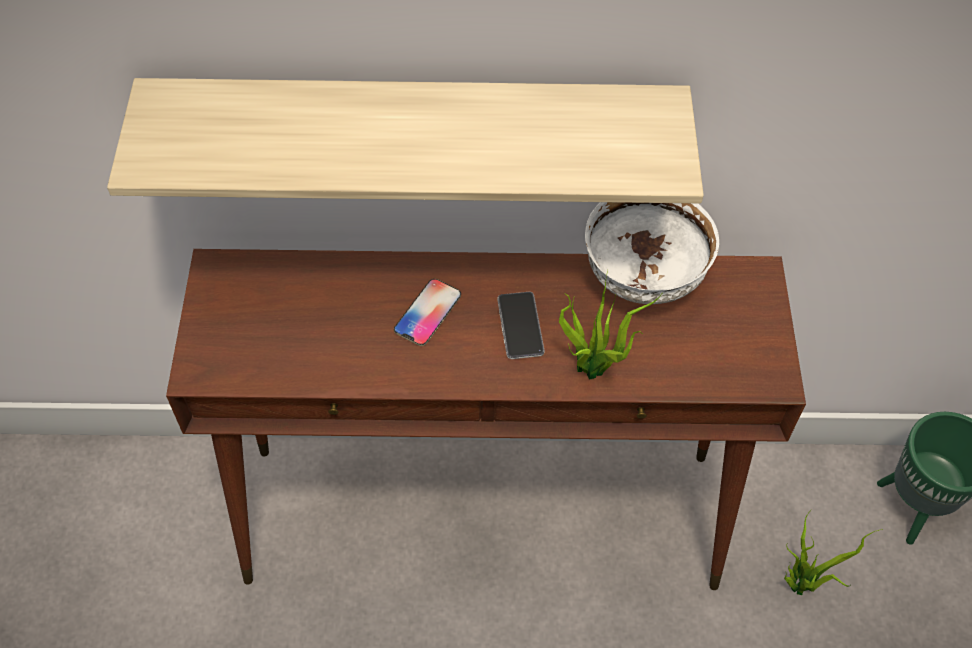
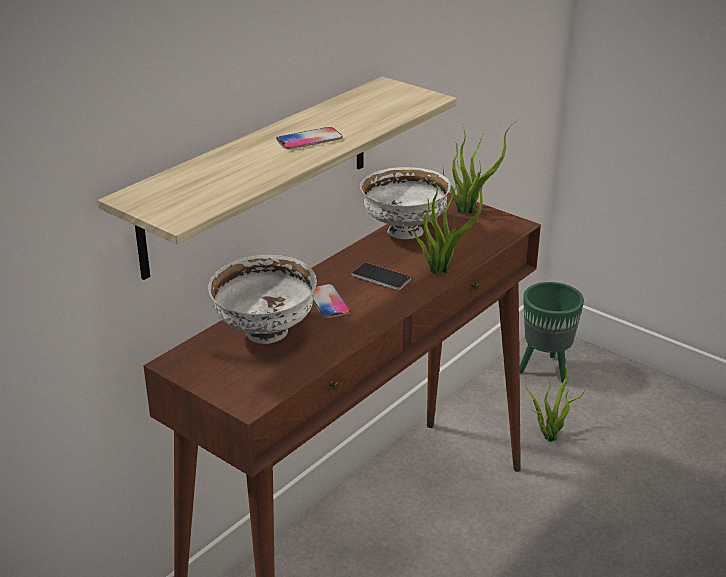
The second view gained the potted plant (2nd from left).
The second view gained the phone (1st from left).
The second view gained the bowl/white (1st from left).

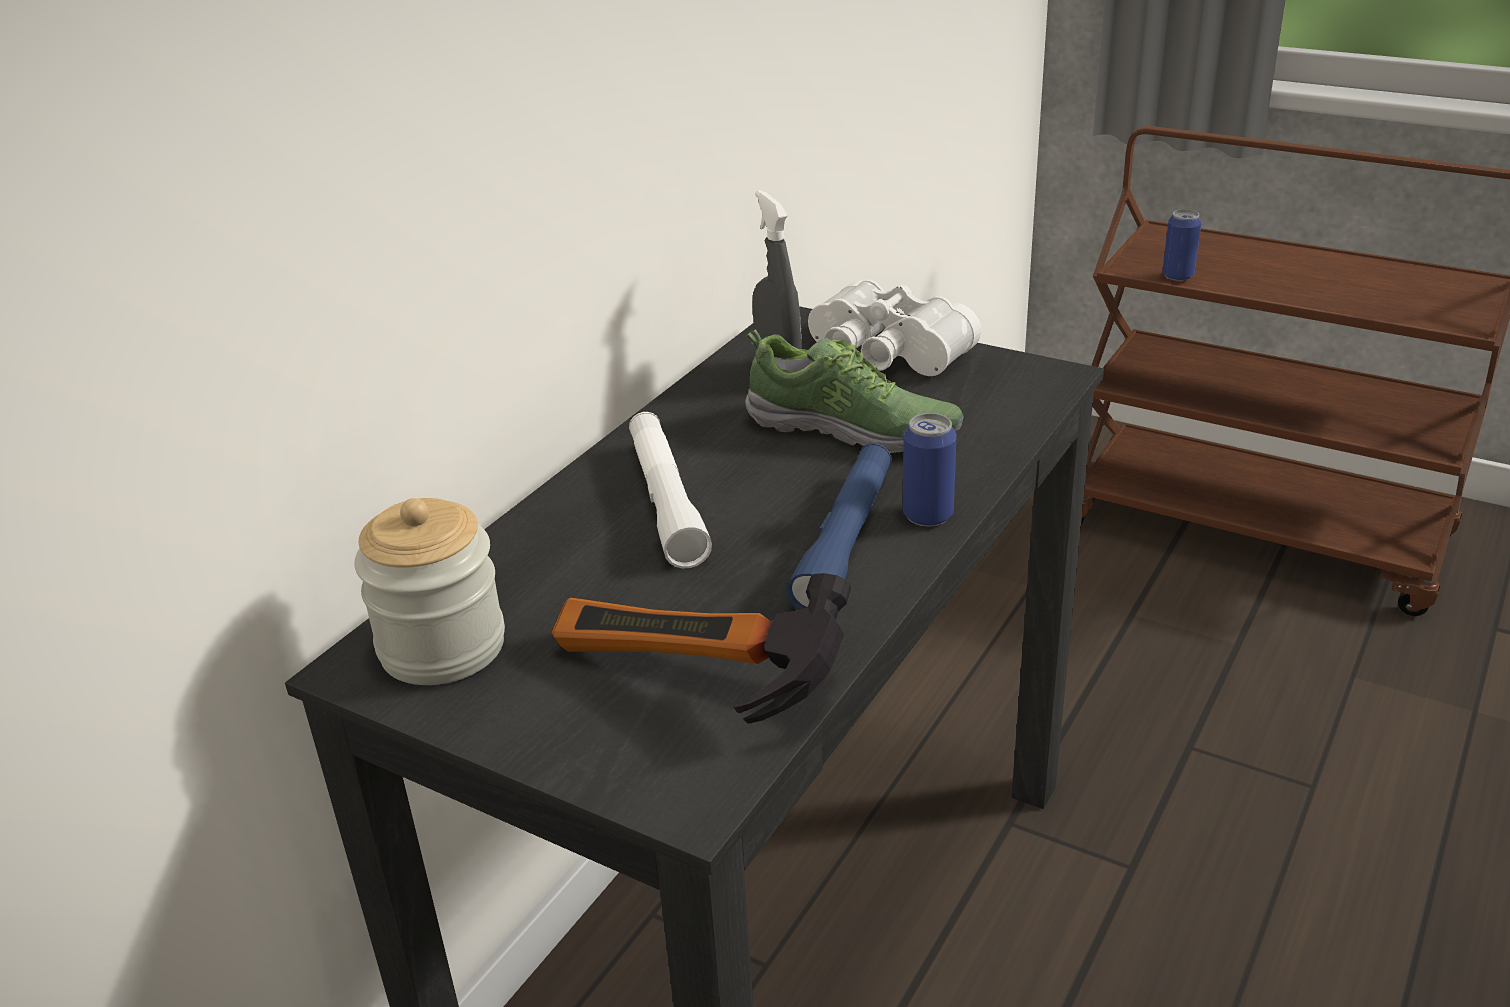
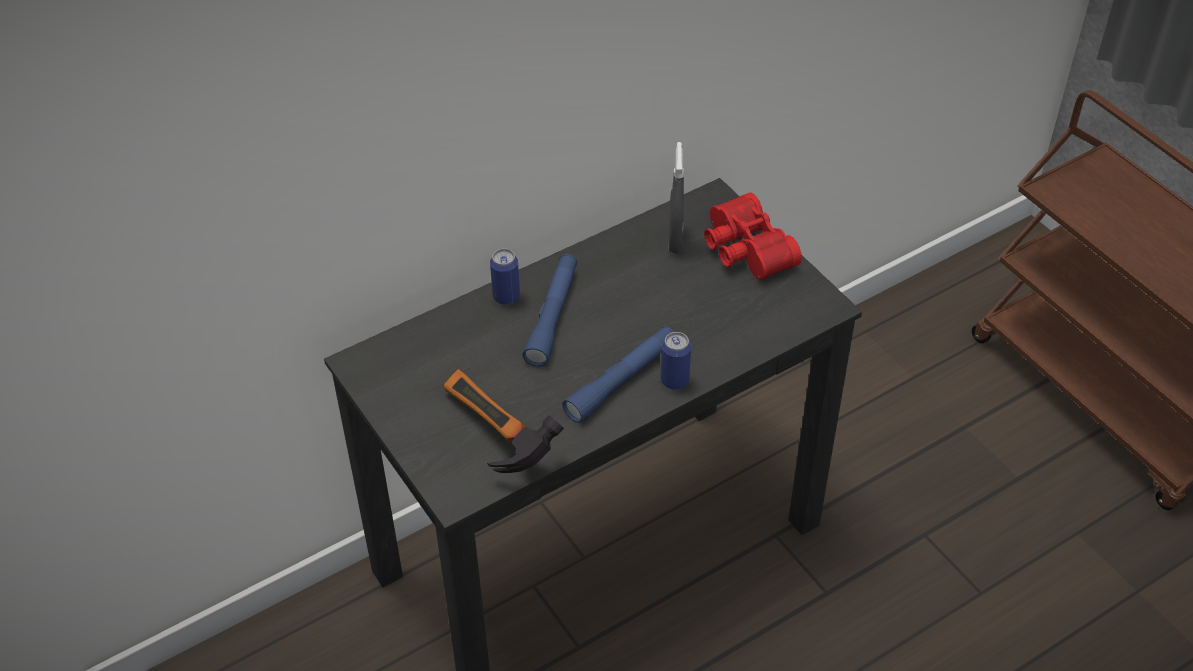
The can (2nd from left in the first image) ended up elsewhere.
What was the binoculars/white turned into the binoculars/red.
The second view lost the shoe.
What was the flashlight/white turned into the flashlight/blue (1st from left).
The second view lost the jar.

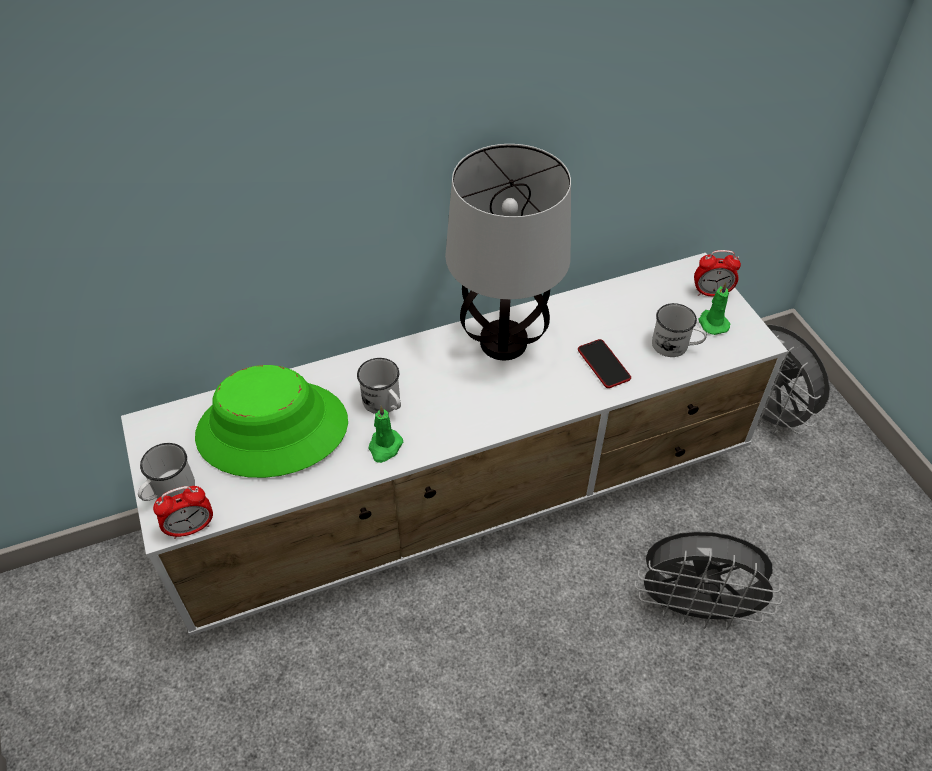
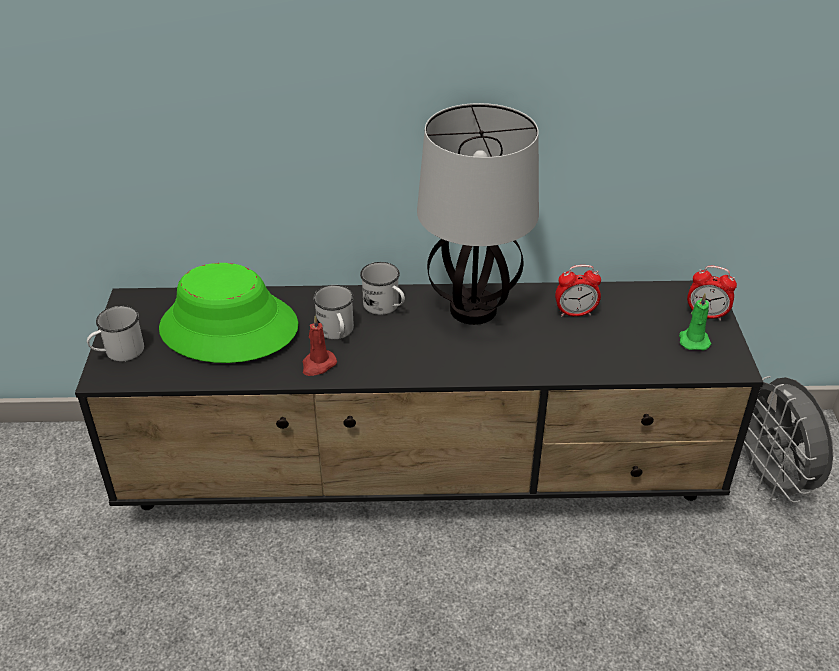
What was the tv stand/white turned into the tv stand/black.
The mug/white (3rd from left) ended up elsewhere.
The second view lost the phone.
What was the candle/green (1st from left) turned into the candle/red.
The alarm clock (1st from left) ended up elsewhere.
The second view lost the fan/grey (1st from left).

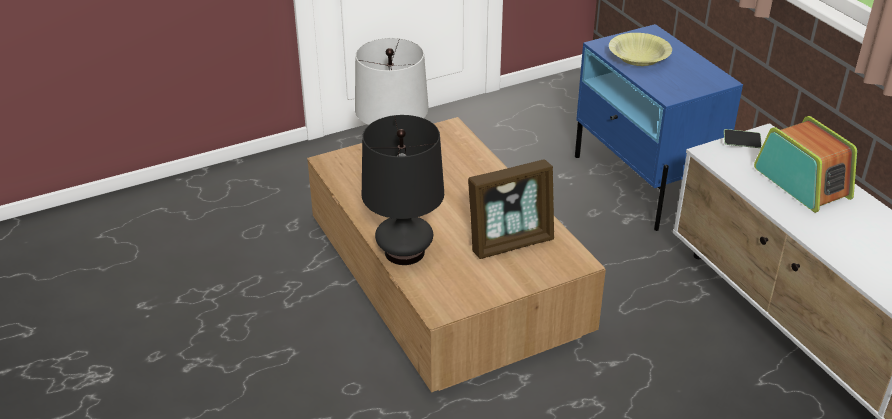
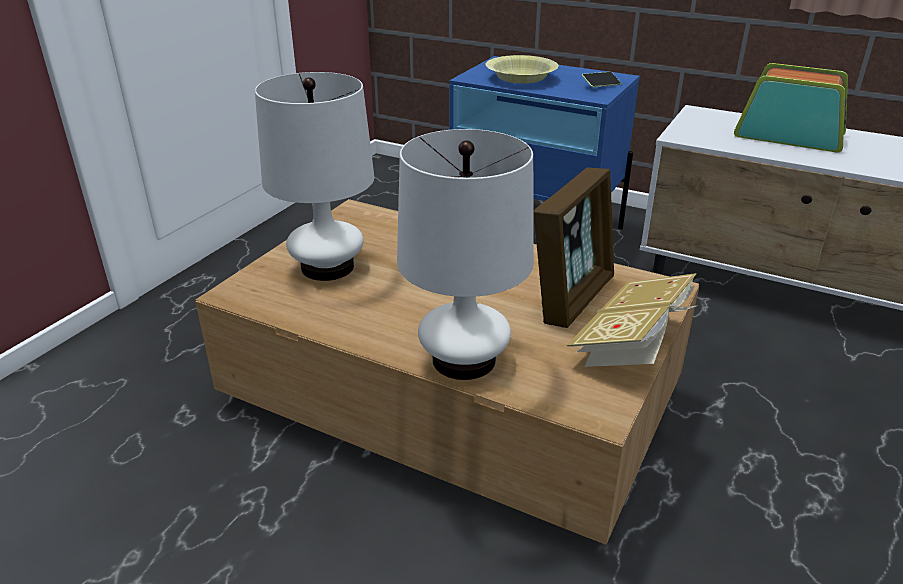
What was the table lamp/black turned into the table lamp/white (2nd from left).
The phone ended up elsewhere.
The second view gained the book.

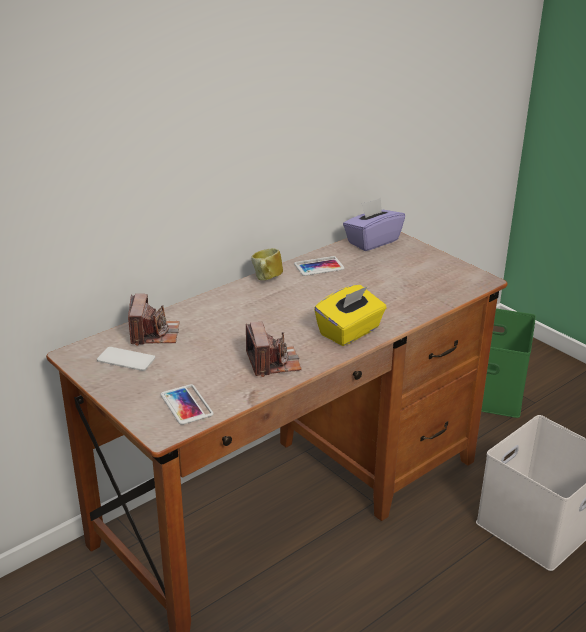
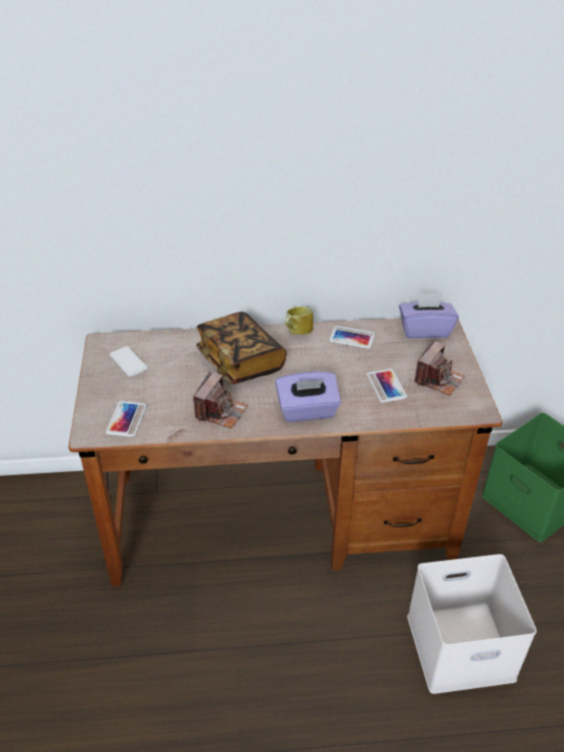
What was the tissue box/yellow turned into the tissue box/purple (1st from left).
The photo camera (1st from left in the first image) ended up elsewhere.
The second view gained the book.
The second view gained the phone (4th from left).

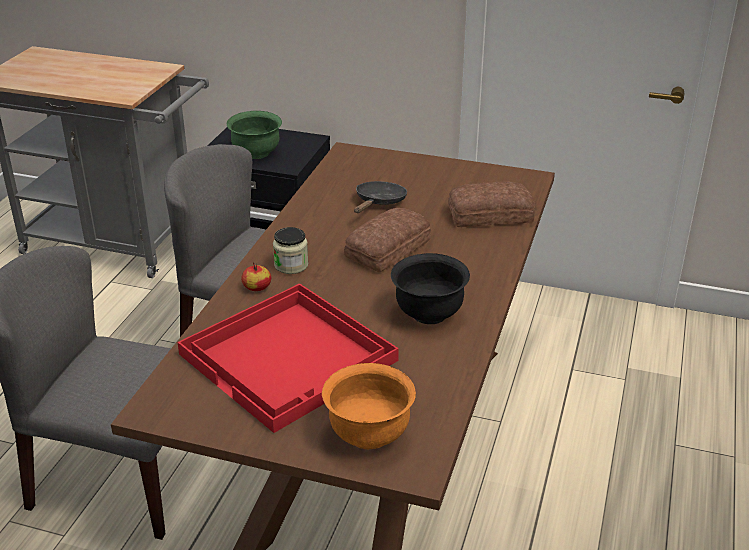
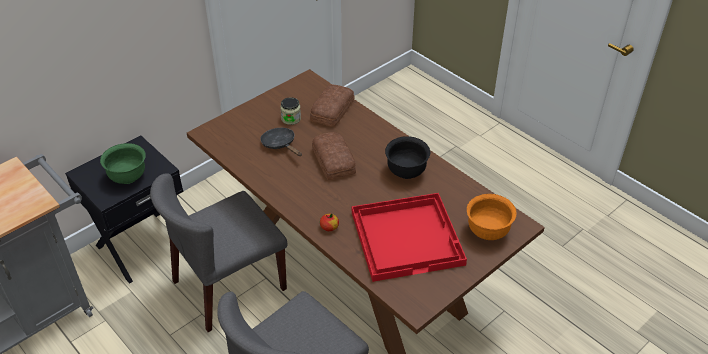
The jar ended up elsewhere.

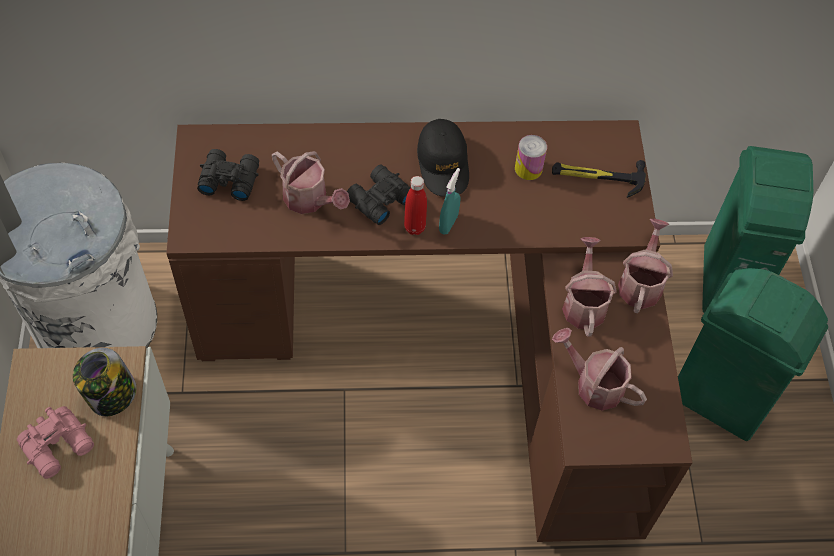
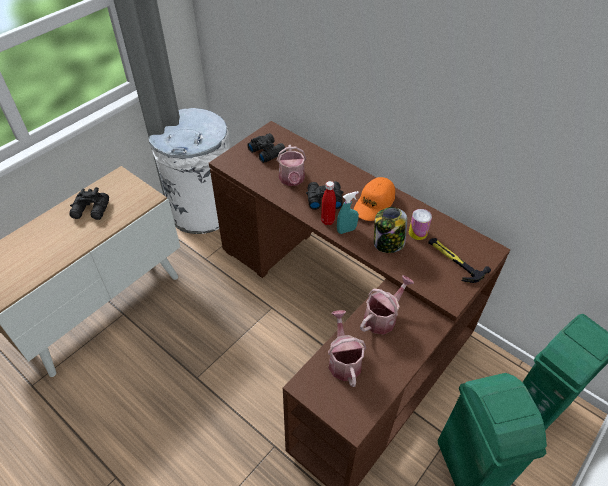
What was the cap/black turned into the cap/orange.
The second view lost the watering can (4th from left).
The jar ended up elsewhere.
What was the binoculars/pink turned into the binoculars/black (1st from left).

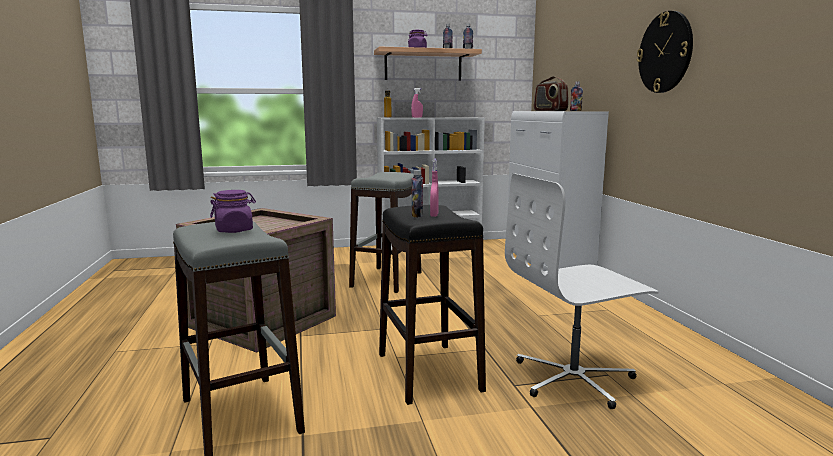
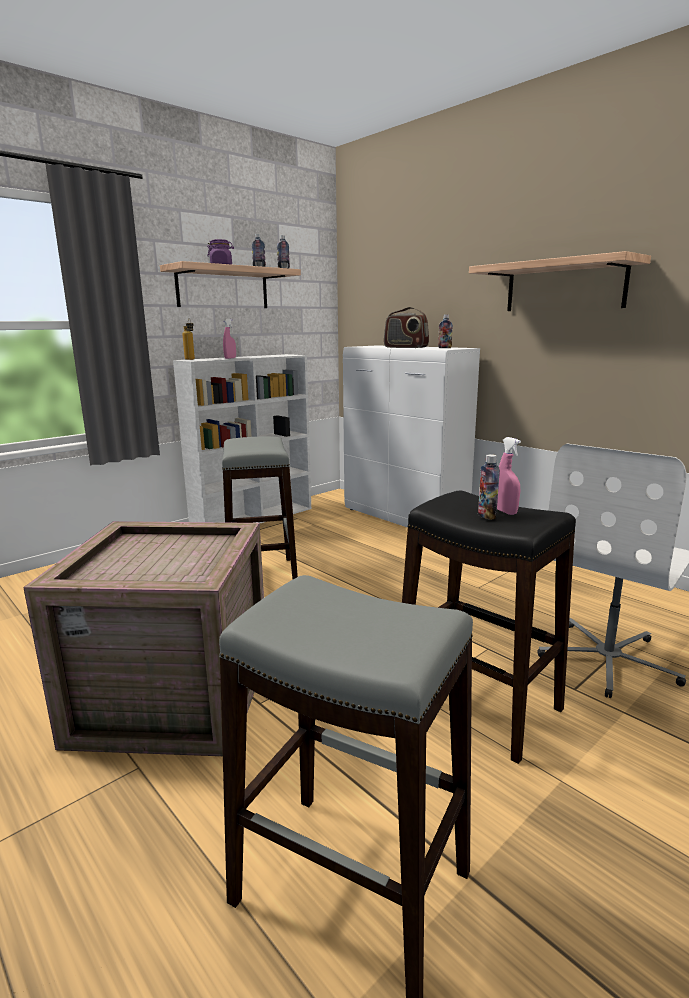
Where the wall clock hung, the shelf (2nd from left) came to hang.
The second view lost the jar/purple (1st from left).

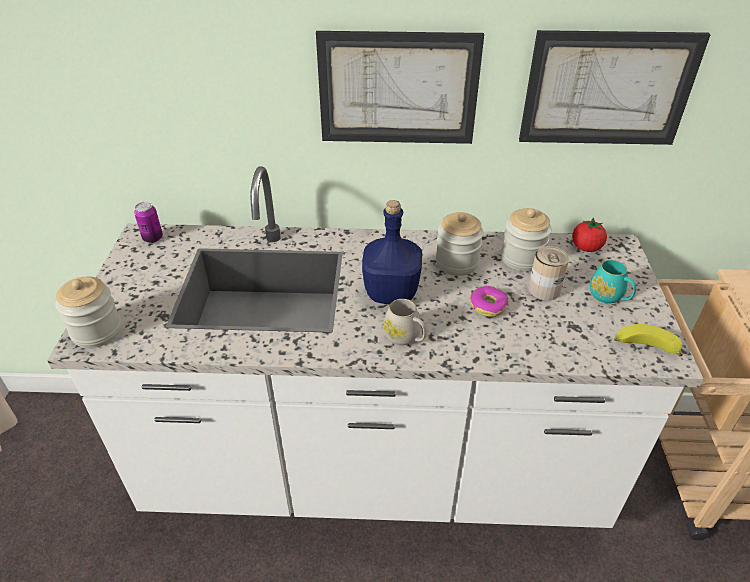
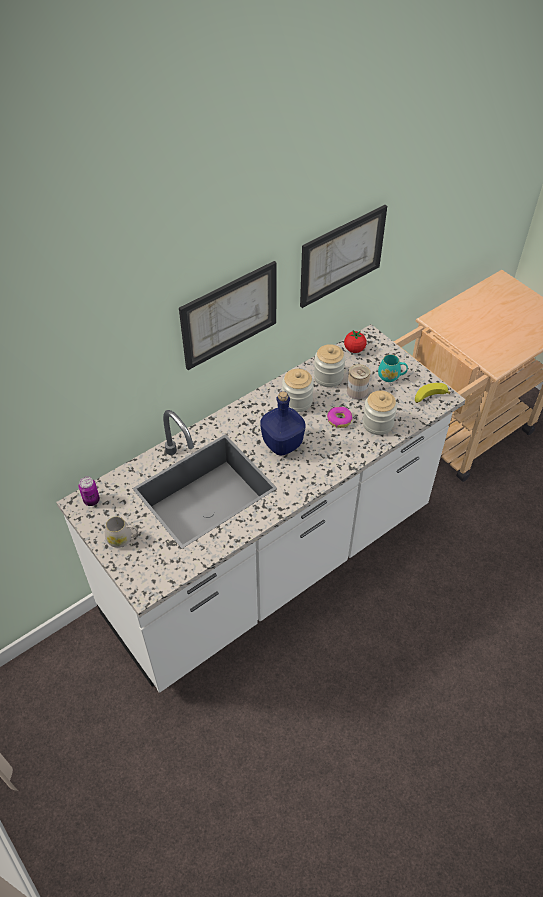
The jar (1st from left in the first image) ended up elsewhere.
The mug/white ended up elsewhere.

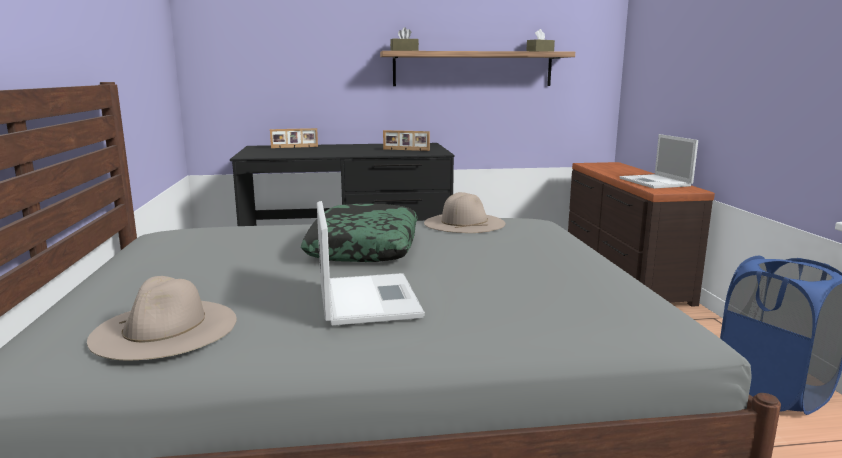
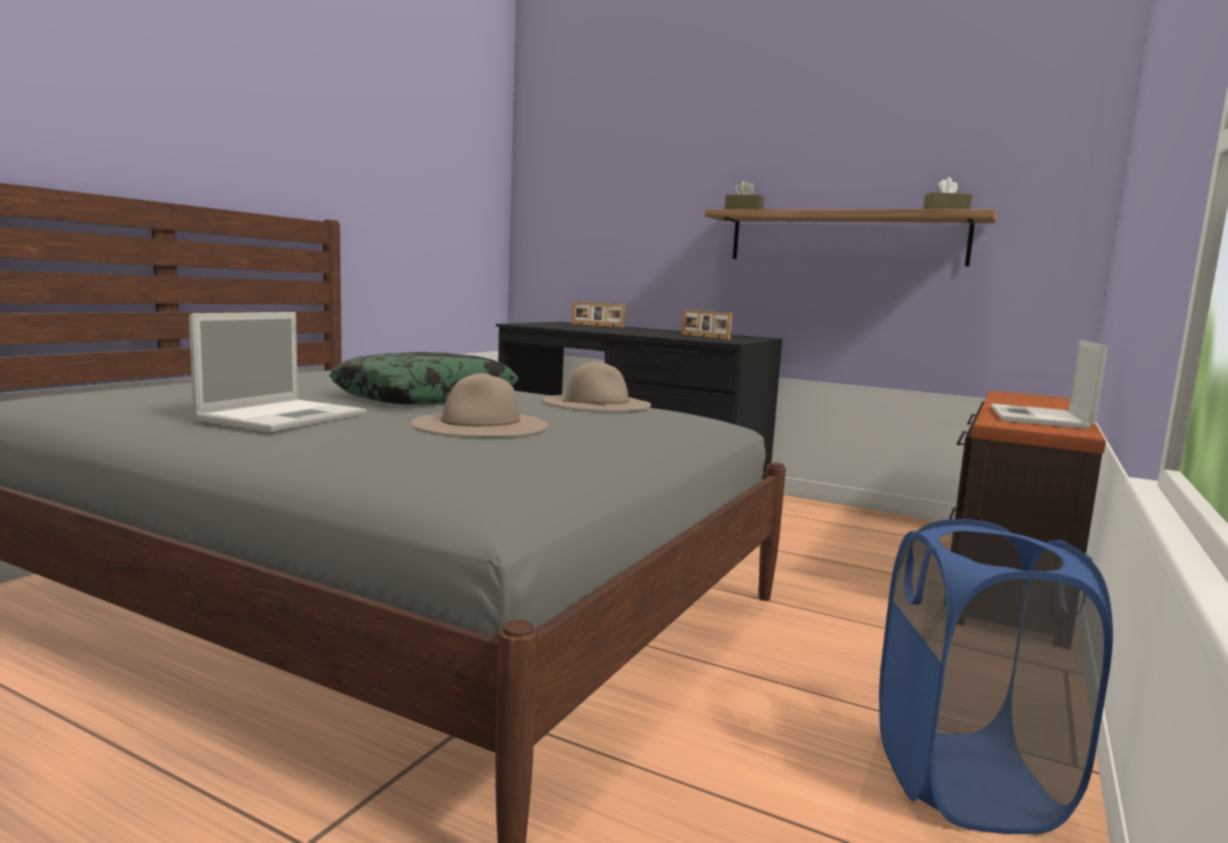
The hat/beige (1st from left) ended up elsewhere.

